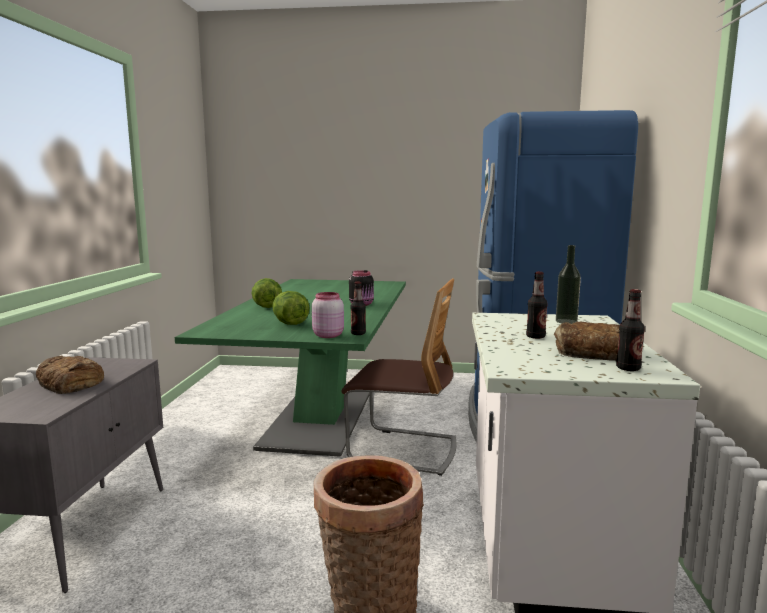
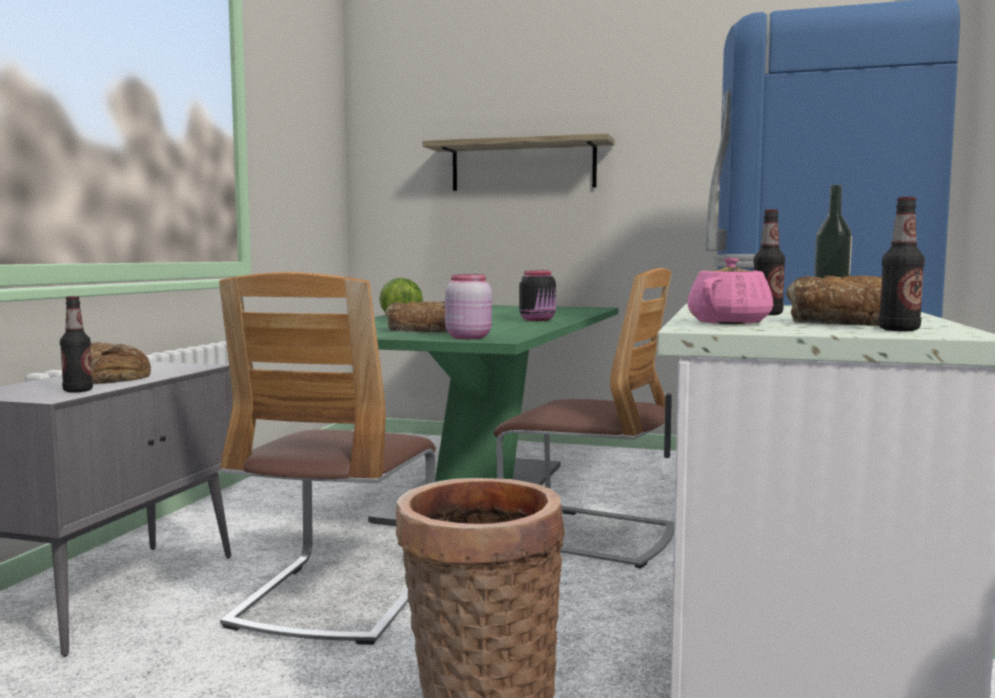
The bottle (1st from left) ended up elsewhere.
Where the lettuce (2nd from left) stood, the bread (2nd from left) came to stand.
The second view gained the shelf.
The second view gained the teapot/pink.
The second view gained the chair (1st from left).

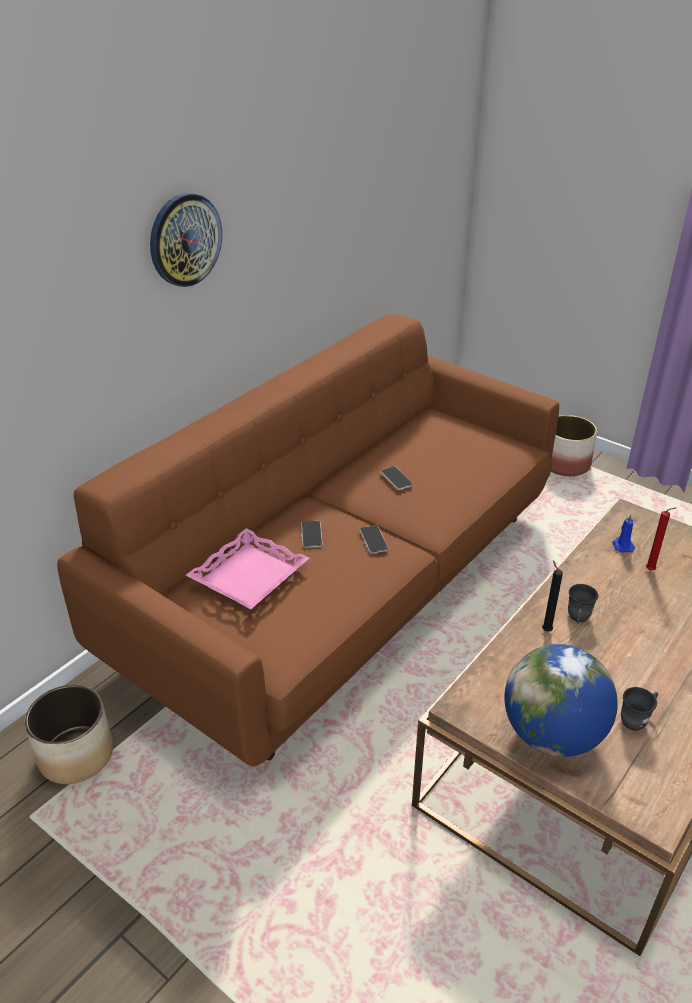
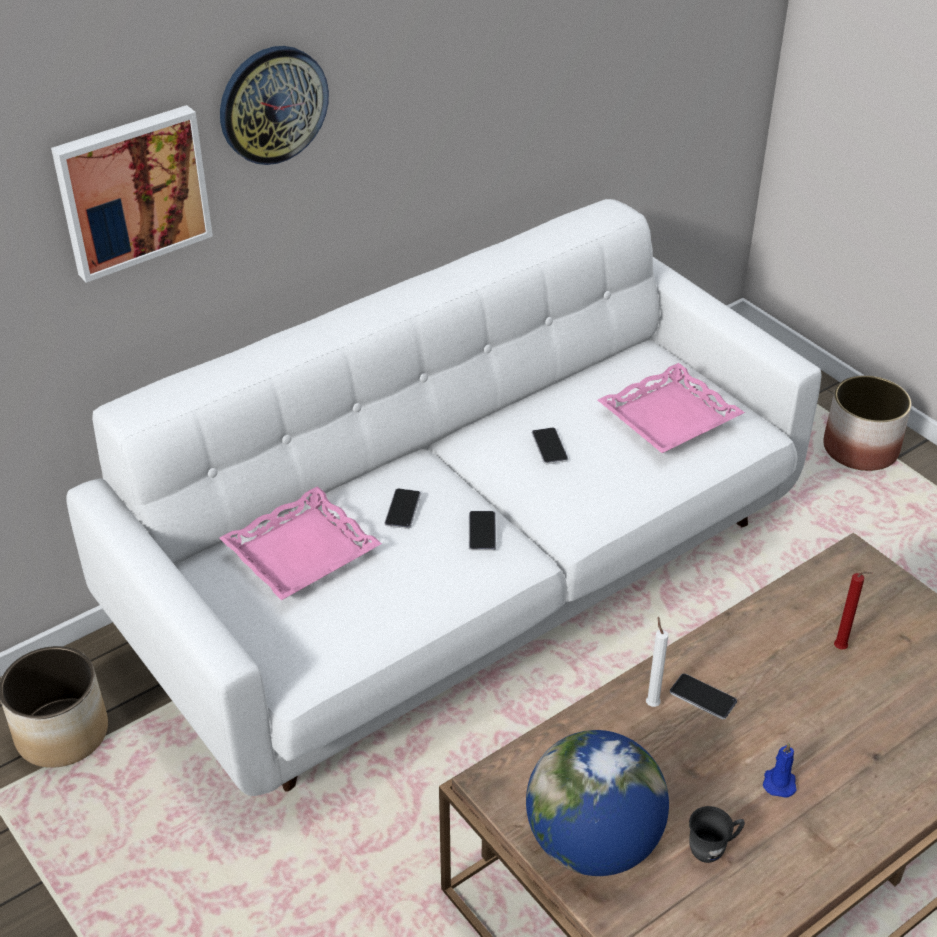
What was the sofa/brown turned into the sofa/white.
The candle/blue ended up elsewhere.
What was the candle/black turned into the candle/white.
Where the mug/grey (1st from left) stood, the phone (4th from left) came to stand.
The second view gained the picture.
The second view gained the tray/pink (2nd from left).

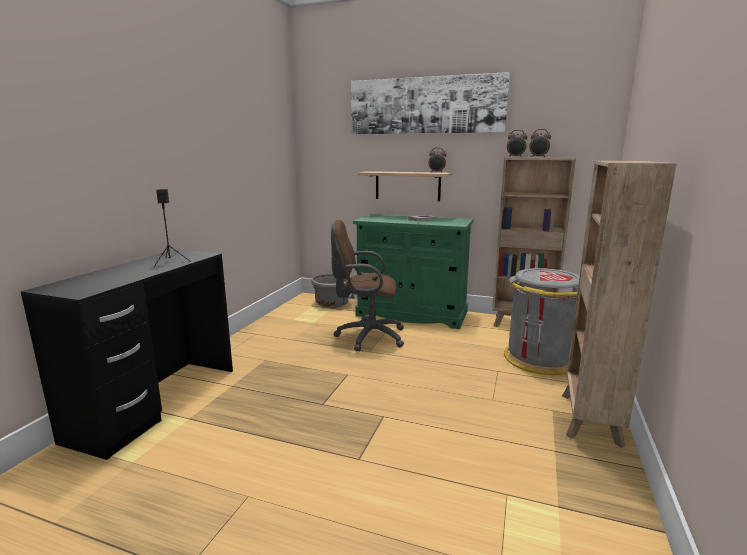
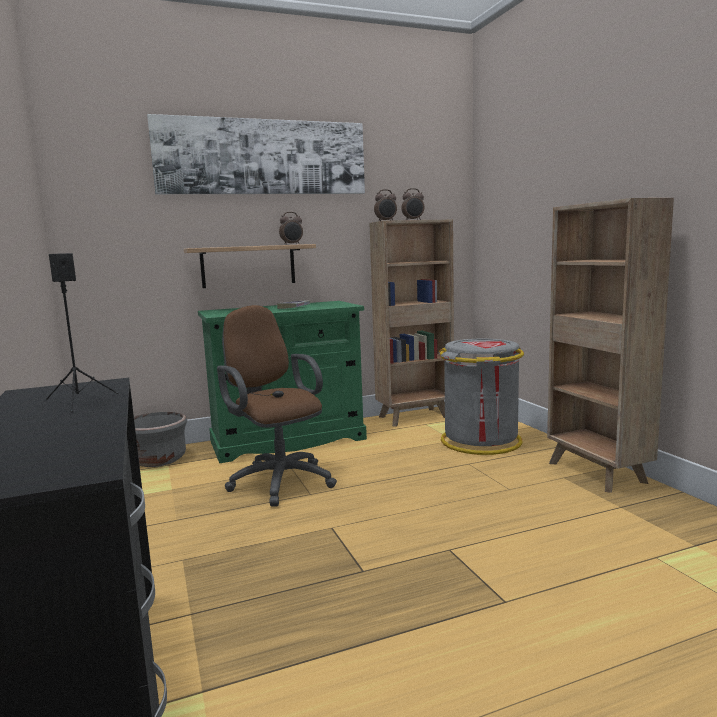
The office chair/brown ended up facing another way, 90 degrees clockwise from before.

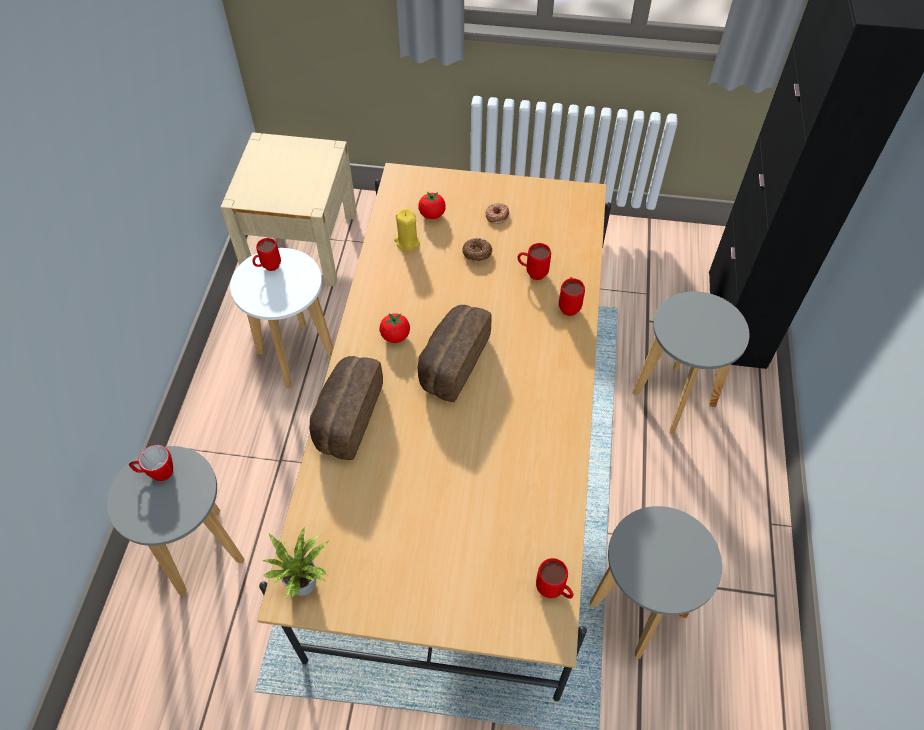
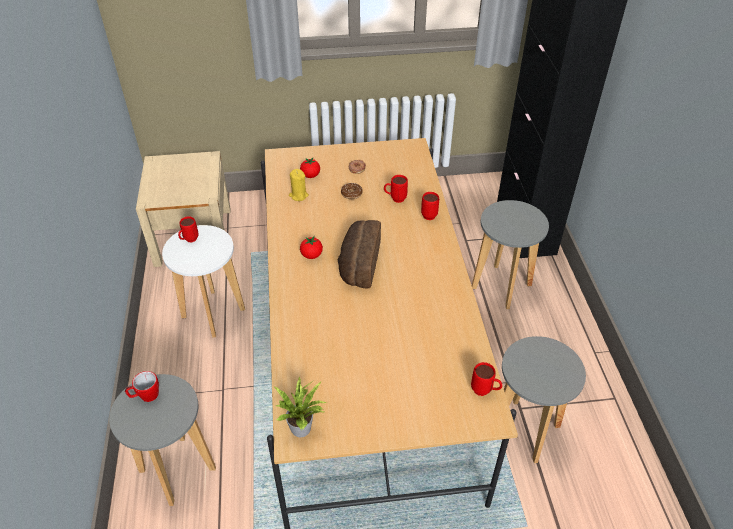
The second view lost the bread (1st from left).

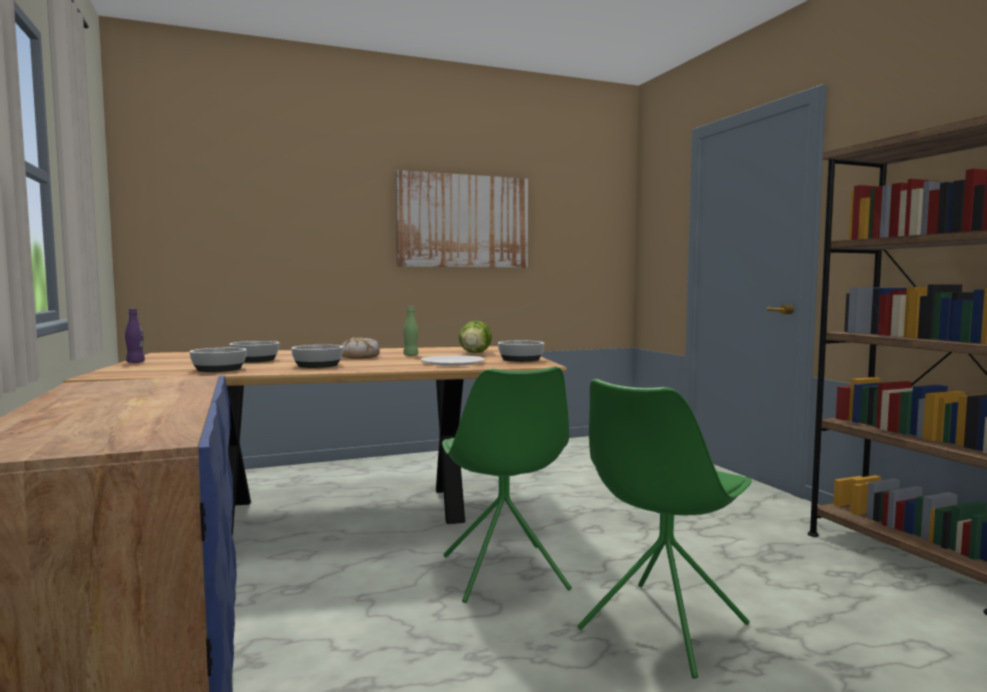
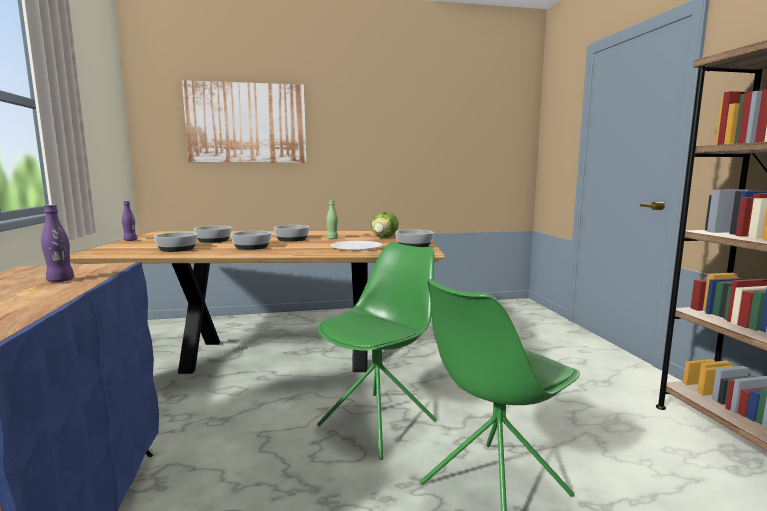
The picture ended up elsewhere.
Where the bread stood, the bowl (4th from left) came to stand.
The chair/green (1st from left) ended up facing another way, 135 degrees counterclockwise from before.
The second view gained the bottle/purple (1st from left).

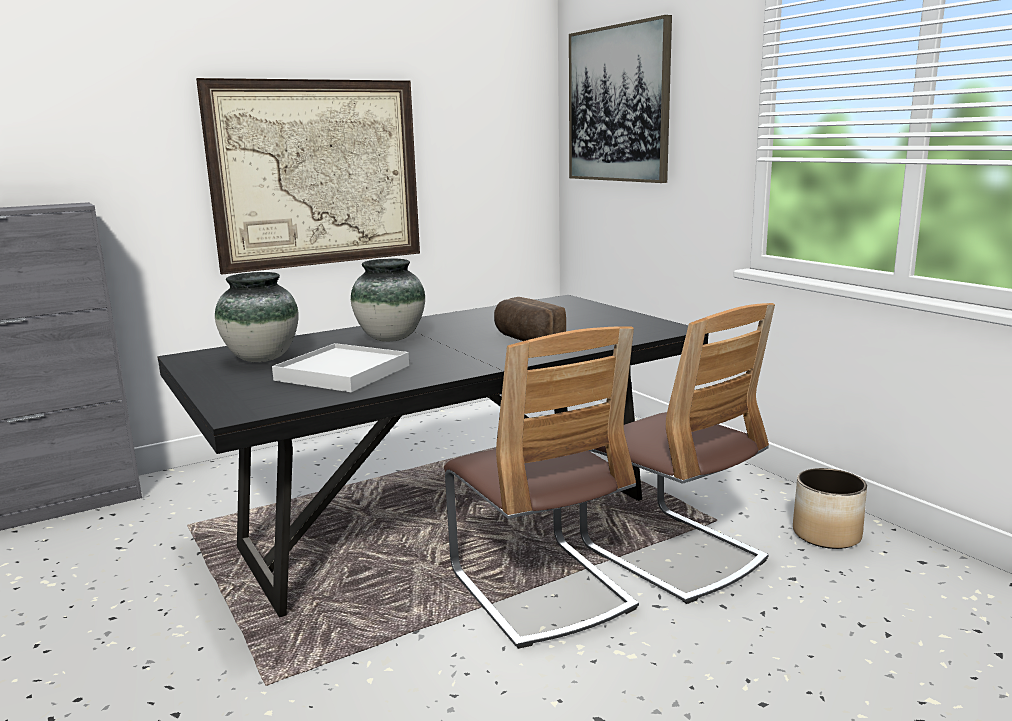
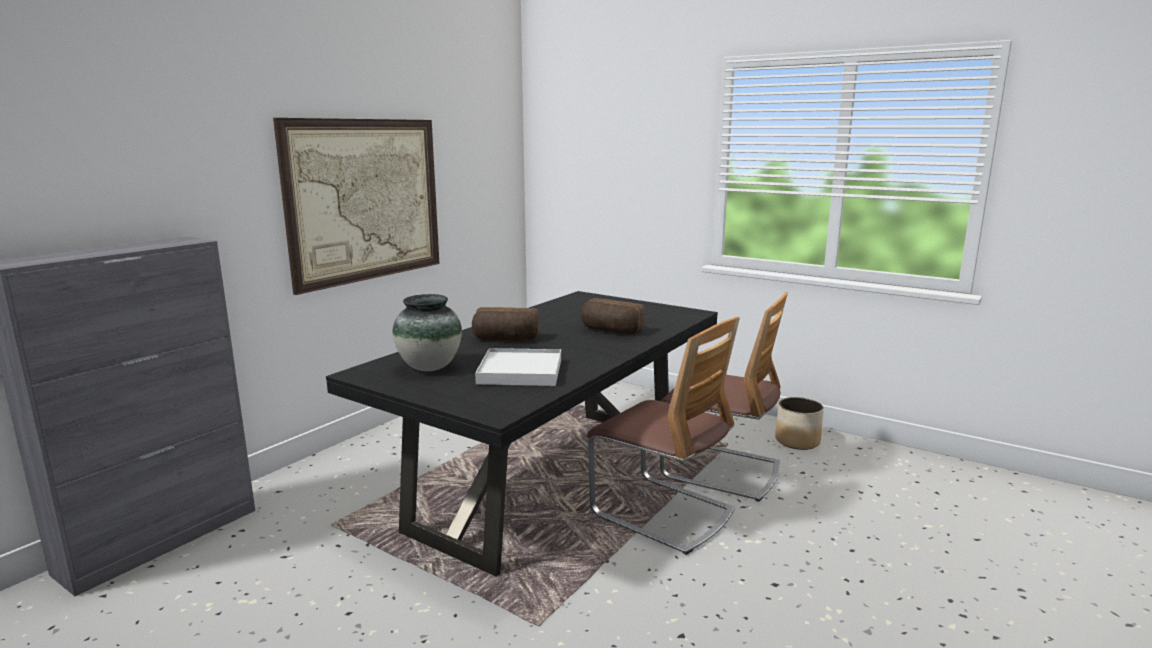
The second view lost the picture (2nd from left).
Where the vase (2nd from left) stood, the bread (1st from left) came to stand.

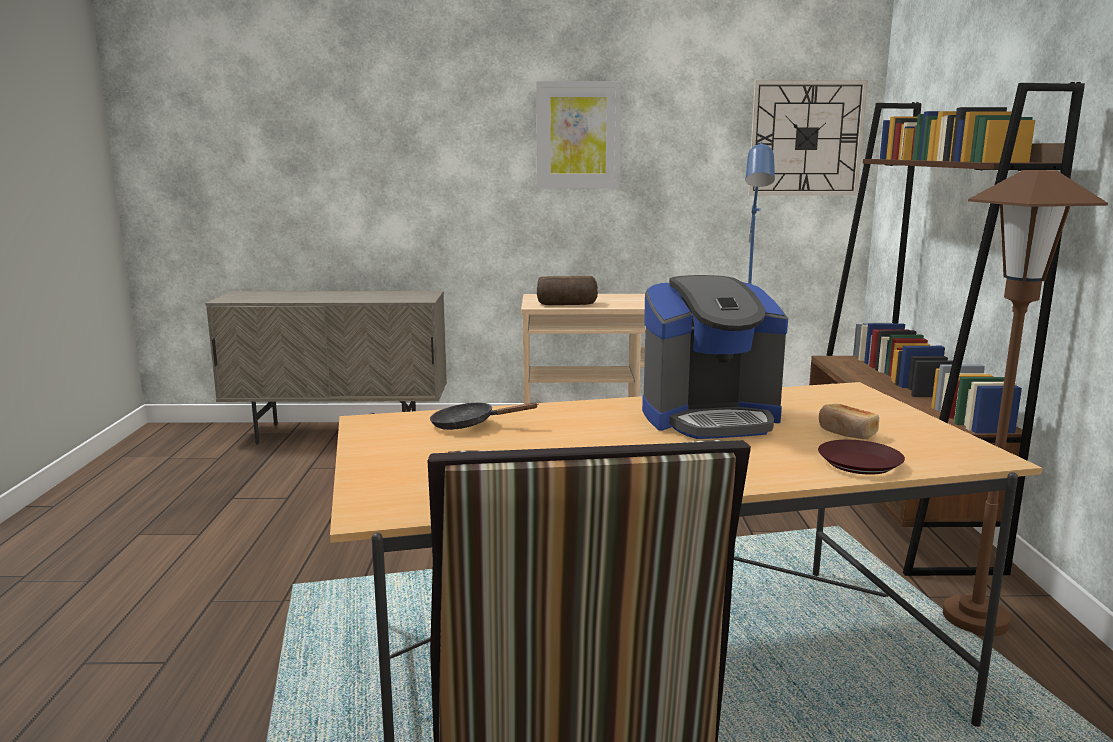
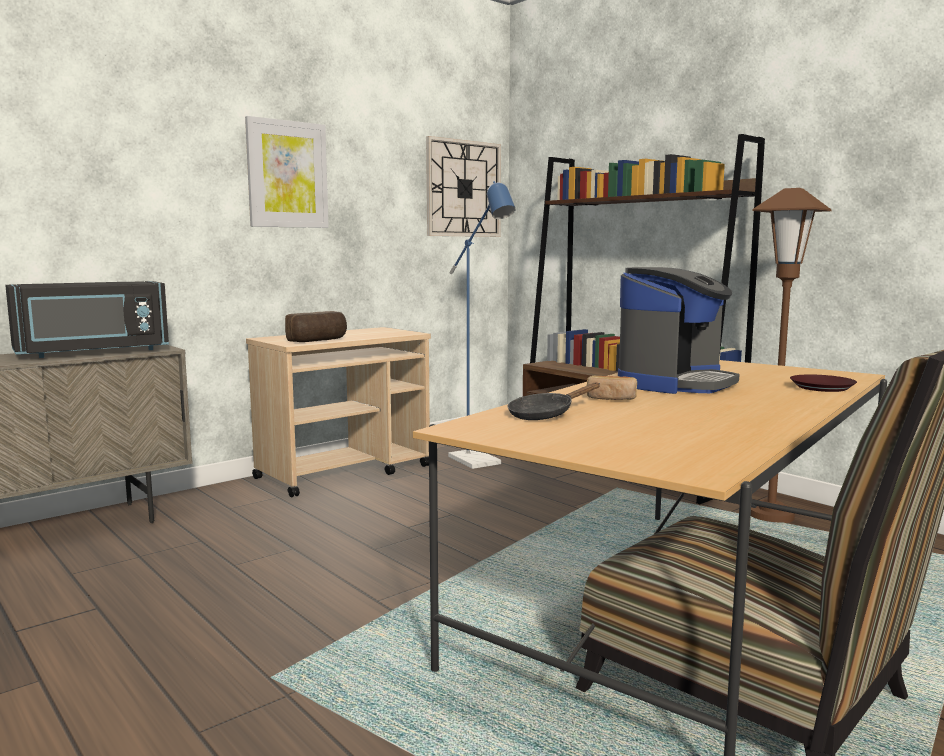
The bread (2nd from left) ended up elsewhere.
The second view gained the microwave/black.

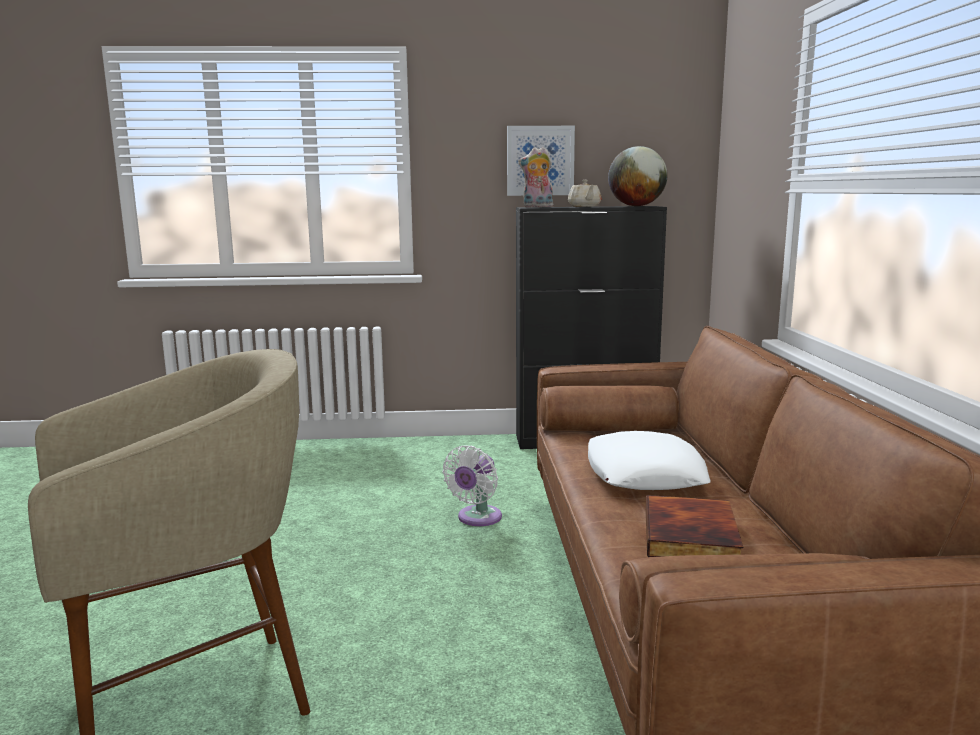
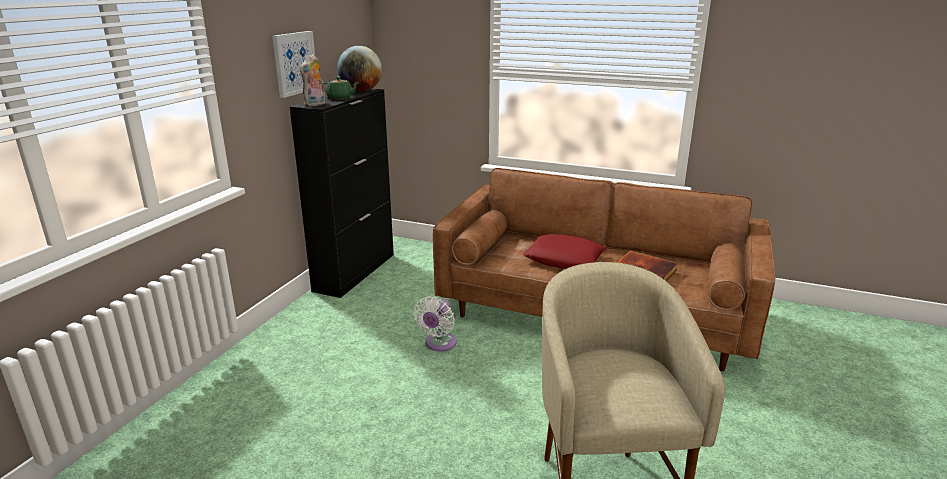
What was the teapot/beige turned into the teapot/green.
What was the pillow/white turned into the pillow/red.
The fan/white ended up facing another way, 60 degrees clockwise from before.

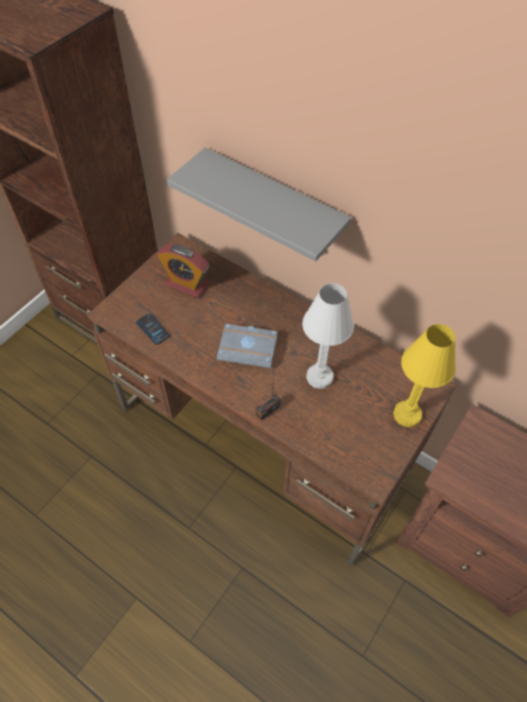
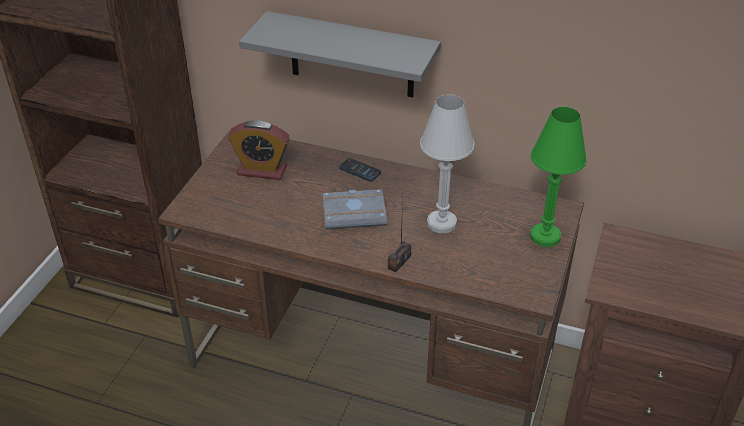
The phone ended up elsewhere.
What was the table lamp/yellow turned into the table lamp/green.

